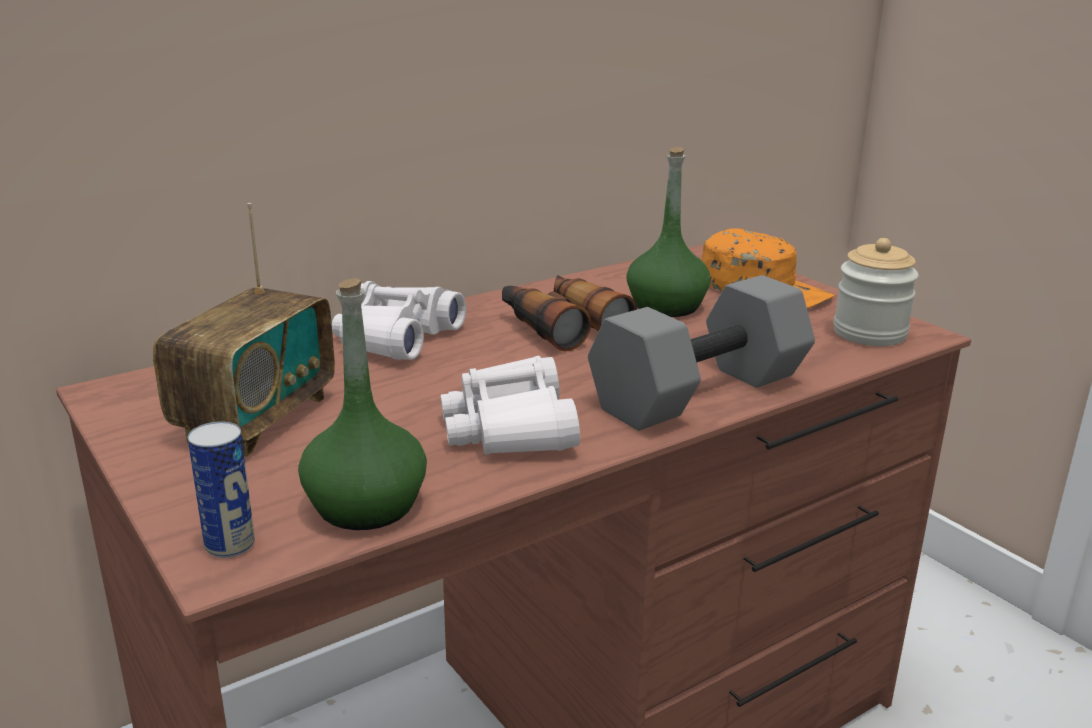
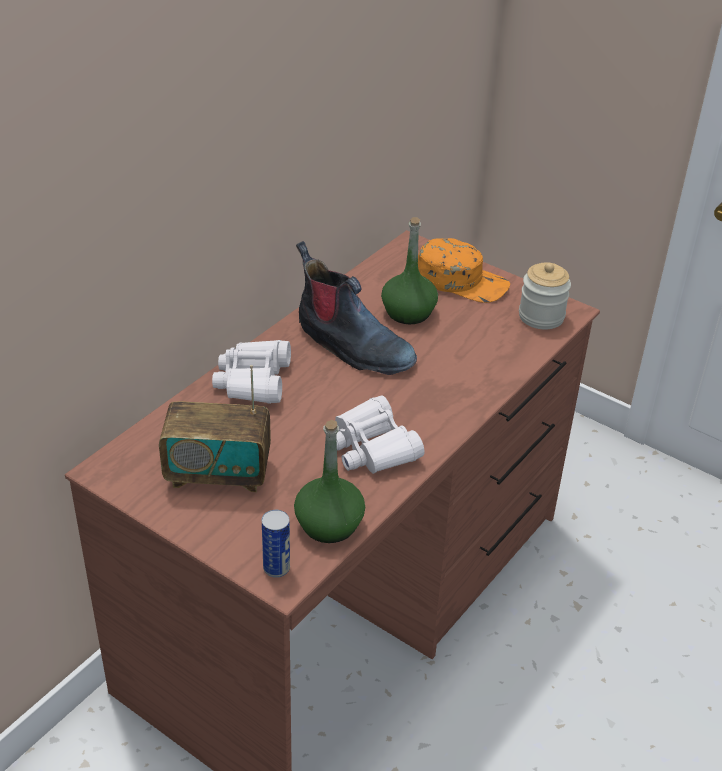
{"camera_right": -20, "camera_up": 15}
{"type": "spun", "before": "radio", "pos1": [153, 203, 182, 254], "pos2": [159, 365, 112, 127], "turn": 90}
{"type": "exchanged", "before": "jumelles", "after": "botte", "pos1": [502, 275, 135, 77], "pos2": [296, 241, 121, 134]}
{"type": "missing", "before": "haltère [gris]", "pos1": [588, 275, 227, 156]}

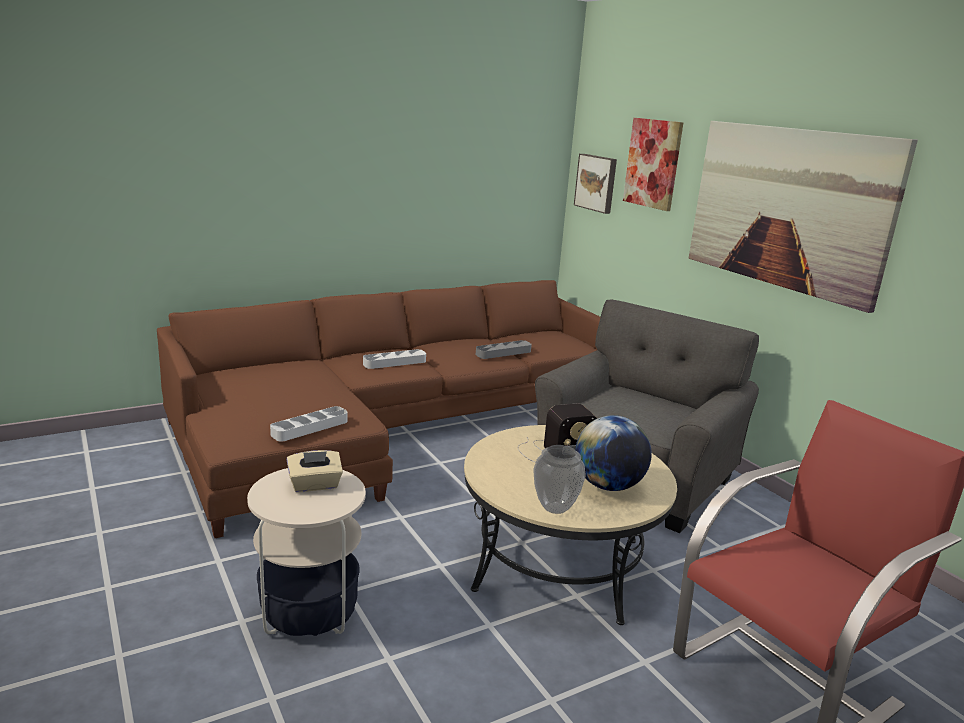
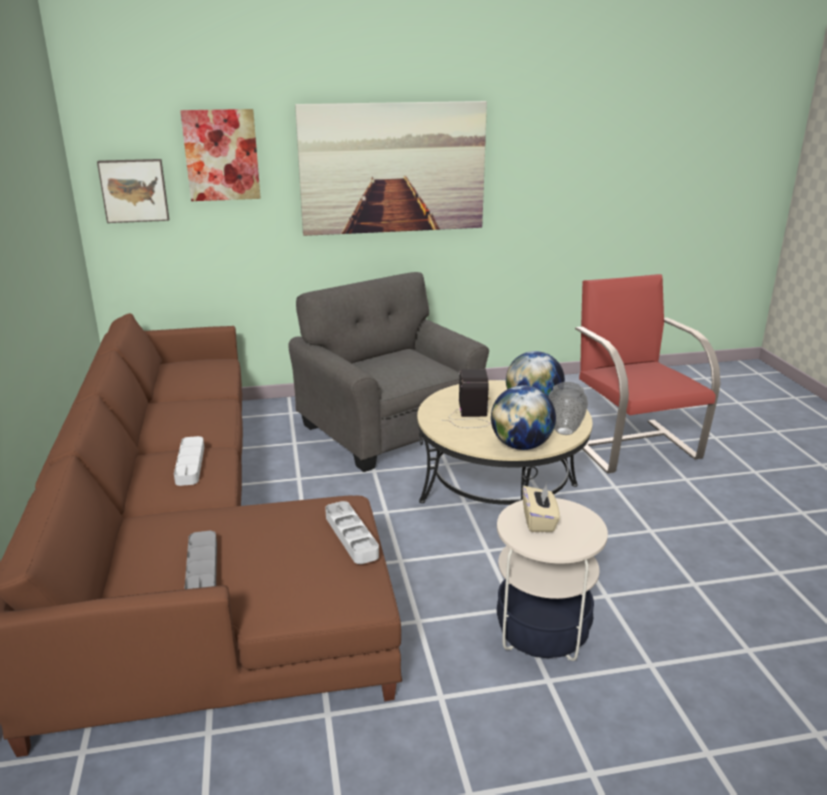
{"camera_right": -70, "camera_up": 5}
{"type": "relocated", "before": "plateau [gris]", "pos1": [476, 340, 56, 19], "pos2": [184, 531, 33, 58]}
{"type": "appeared", "after": "globe", "pos2": [491, 385, 65, 65]}

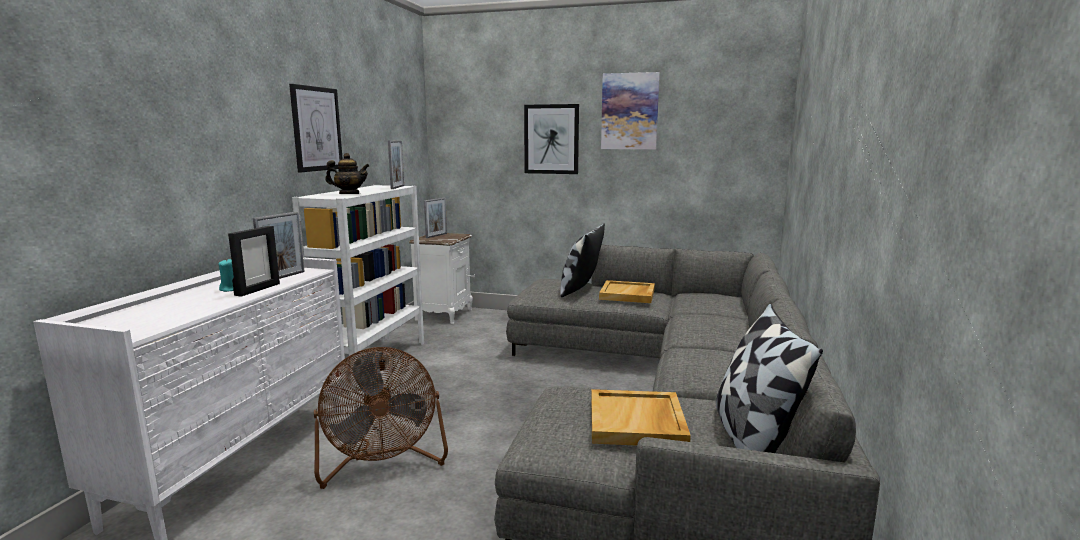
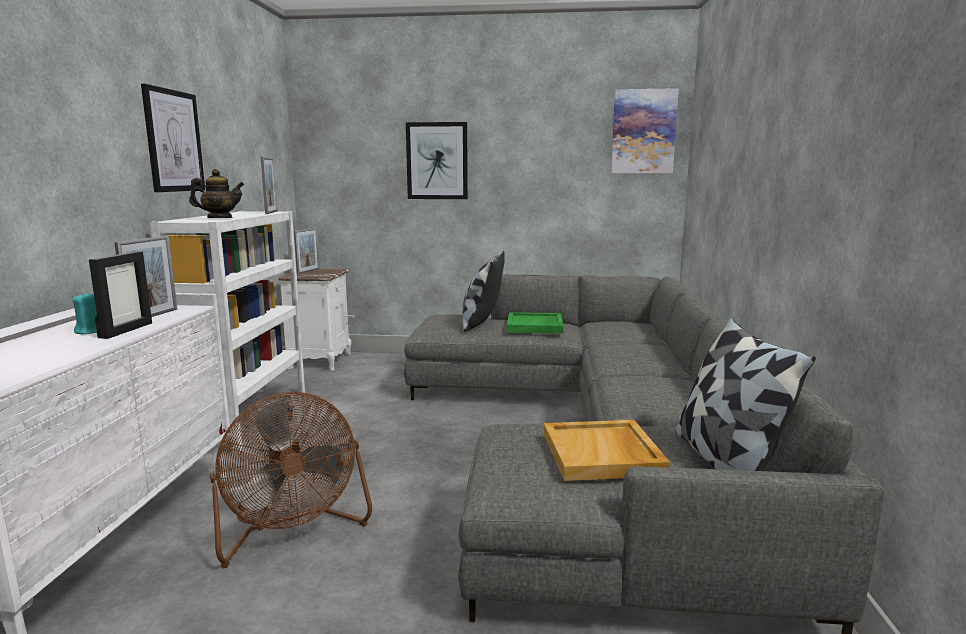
{"camera_right": -10, "camera_up": 0}
{"type": "relocated", "before": "tableau", "pos1": [601, 72, 59, 77], "pos2": [611, 88, 68, 85]}
{"type": "colour", "before": "plateau [beige]", "after": "plateau [vert]", "pos1": [599, 280, 56, 23], "pos2": [507, 312, 57, 22]}

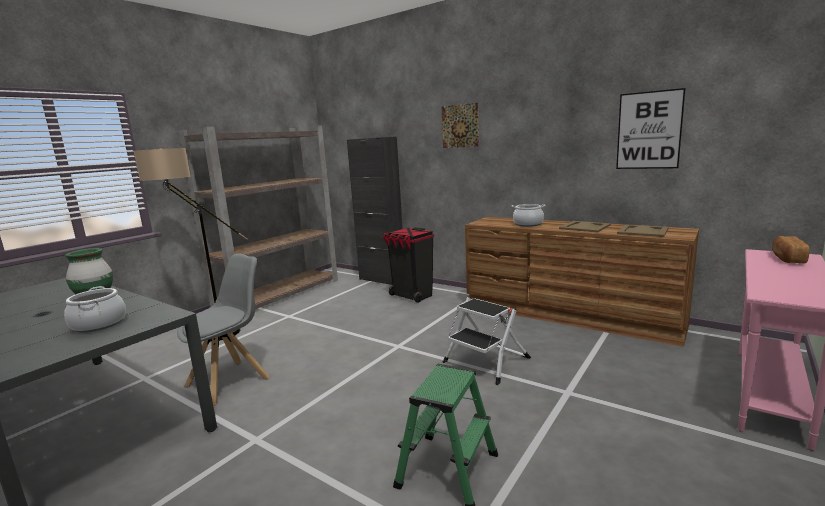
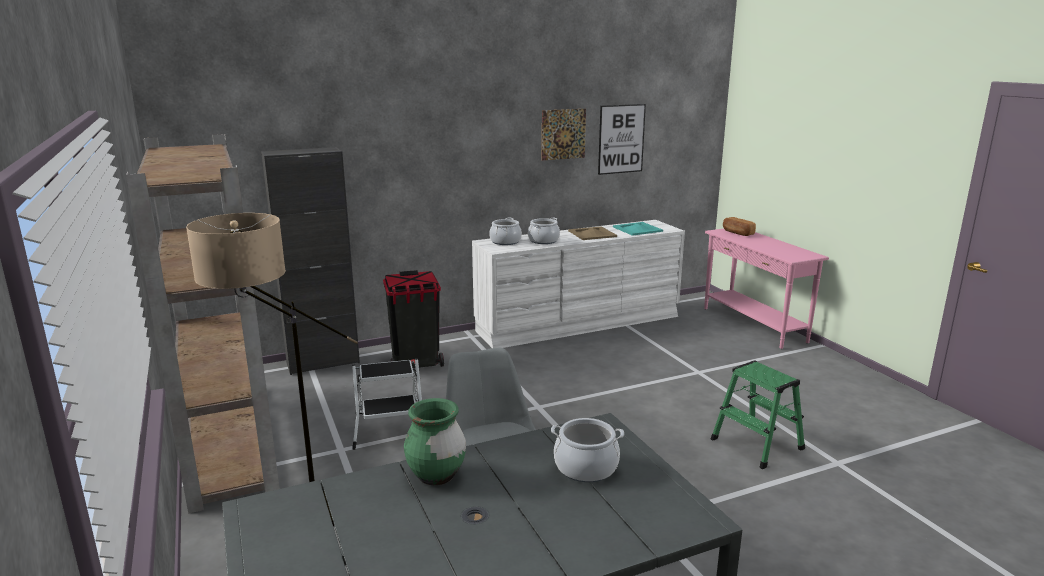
{"camera_right": -60, "camera_up": 5}
{"type": "relocated", "before": "tableau", "pos1": [442, 103, 37, 45], "pos2": [542, 109, 44, 52]}
{"type": "colour", "before": "commode [marron]", "after": "commode [blanc]", "pos1": [465, 217, 234, 130], "pos2": [472, 220, 213, 128]}
{"type": "colour", "before": "plateau [beige]", "after": "plateau [turquoise]", "pos1": [617, 224, 52, 13], "pos2": [613, 222, 50, 14]}
{"type": "relocated", "before": "escabeau", "pos1": [443, 296, 88, 89], "pos2": [352, 358, 70, 92]}
{"type": "appeared", "after": "marmite", "pos2": [489, 218, 33, 27]}

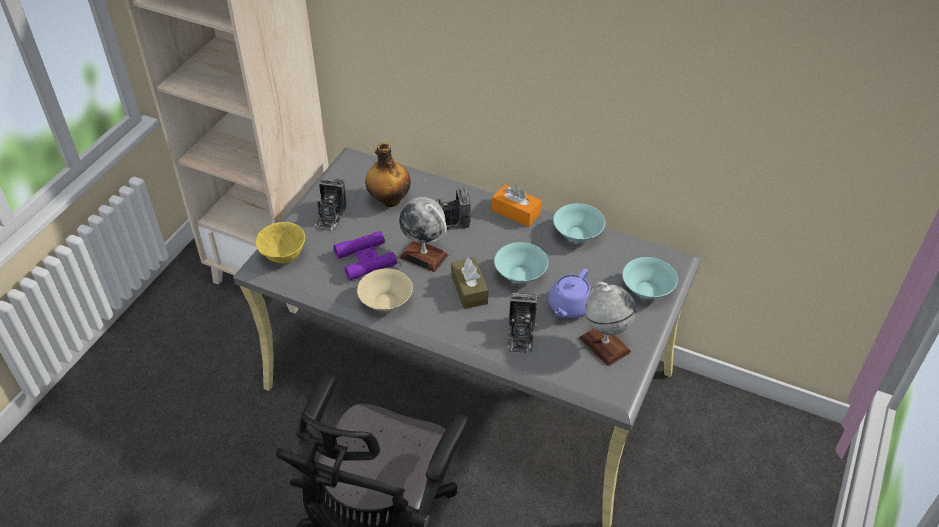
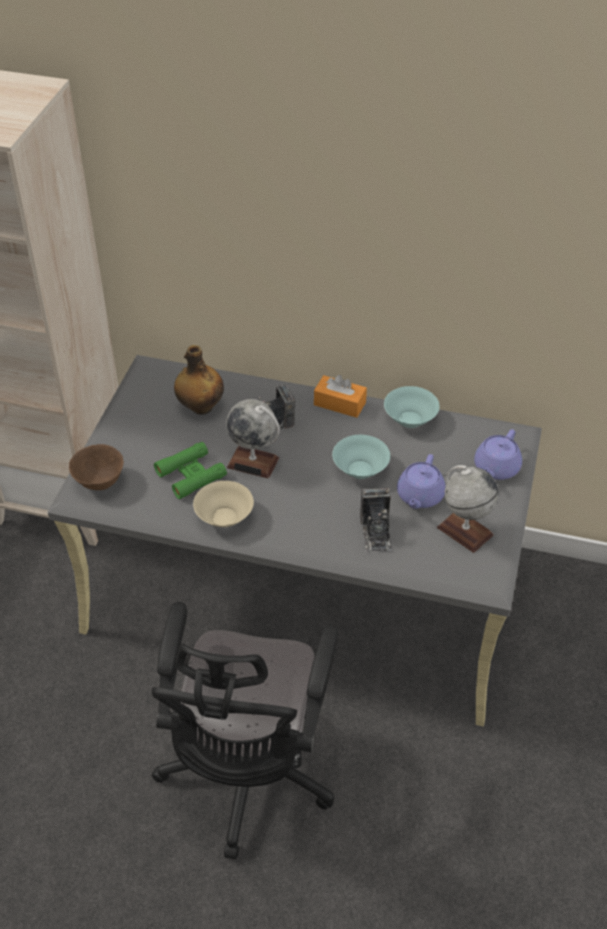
{"camera_right": -10, "camera_up": 0}
{"type": "missing", "before": "appareil photo", "pos1": [313, 178, 33, 54]}
{"type": "colour", "before": "bol [jaune]", "after": "bol [marron]", "pos1": [256, 222, 49, 41], "pos2": [69, 444, 55, 46]}
{"type": "colour", "before": "jumelles [violet]", "after": "jumelles [vert]", "pos1": [334, 231, 63, 50], "pos2": [154, 442, 73, 57]}
{"type": "missing", "before": "boîte à mouchoirs [marron]", "pos1": [451, 257, 37, 52]}
{"type": "exchanged", "before": "bol [turquoise]", "after": "théière [violet]", "pos1": [622, 257, 56, 42], "pos2": [474, 429, 48, 51]}

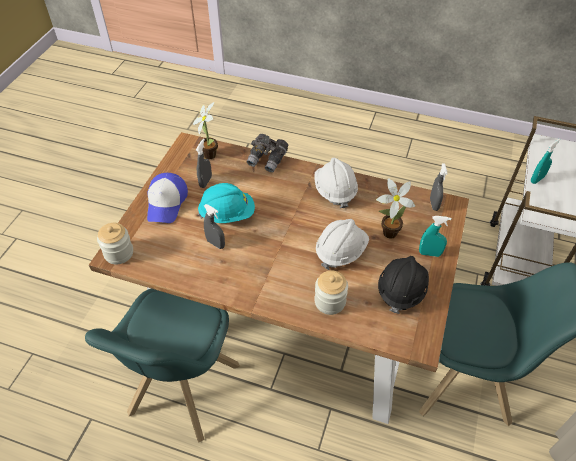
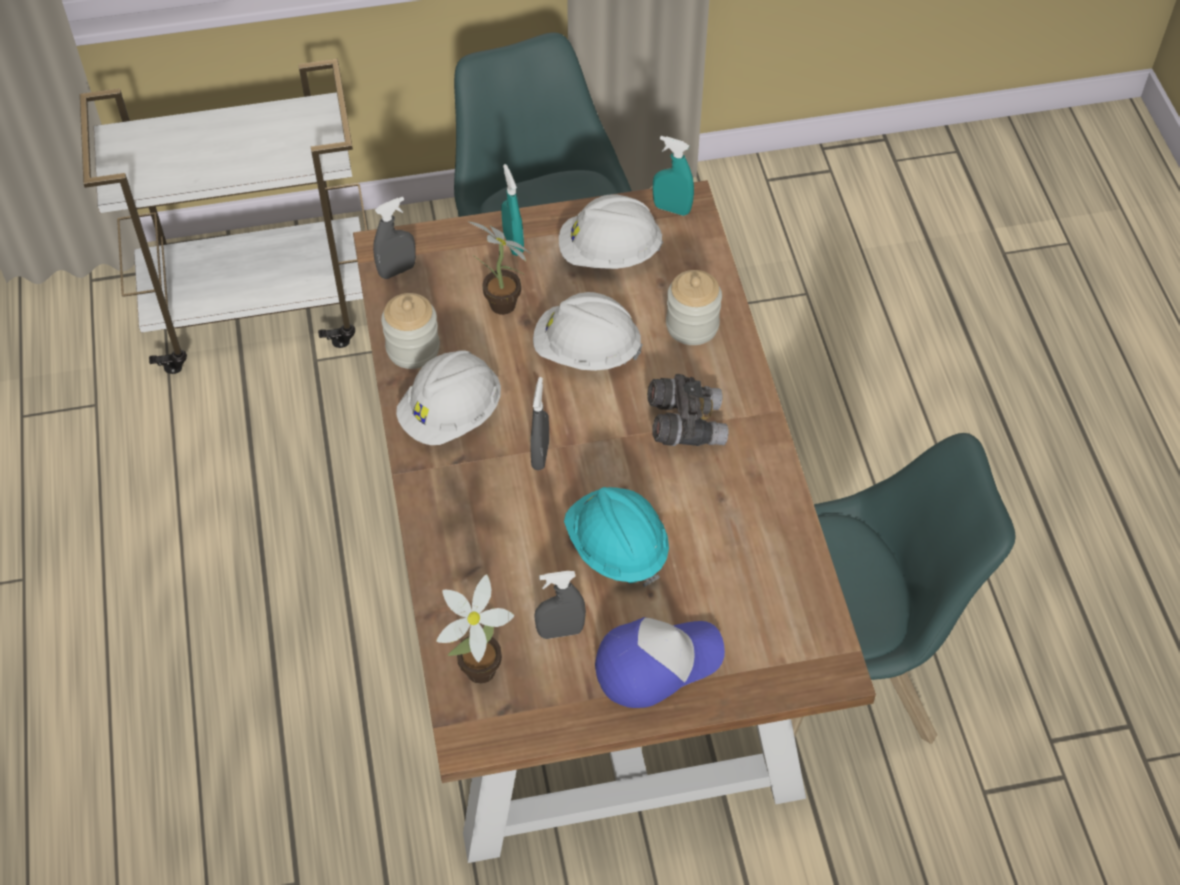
{"camera_right": -120, "camera_up": 5}
{"type": "relocated", "before": "jumelles [gris]", "pos1": [246, 134, 42, 39], "pos2": [647, 374, 82, 72]}
{"type": "relocated", "before": "vaporisateur [turquoise]", "pos1": [531, 139, 29, 45], "pos2": [653, 136, 41, 80]}
{"type": "relocated", "before": "vaporisateur [gris]", "pos1": [204, 204, 21, 45], "pos2": [530, 377, 19, 93]}
{"type": "relocated", "before": "bocal", "pos1": [97, 223, 36, 42], "pos2": [381, 293, 59, 76]}
{"type": "colour", "before": "casque de chantier [noir]", "after": "casque de chantier [blanc]", "pos1": [378, 256, 51, 58], "pos2": [559, 194, 104, 75]}

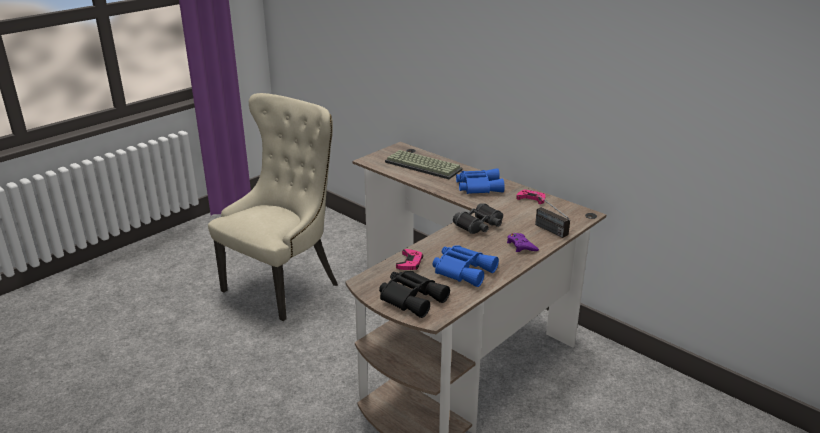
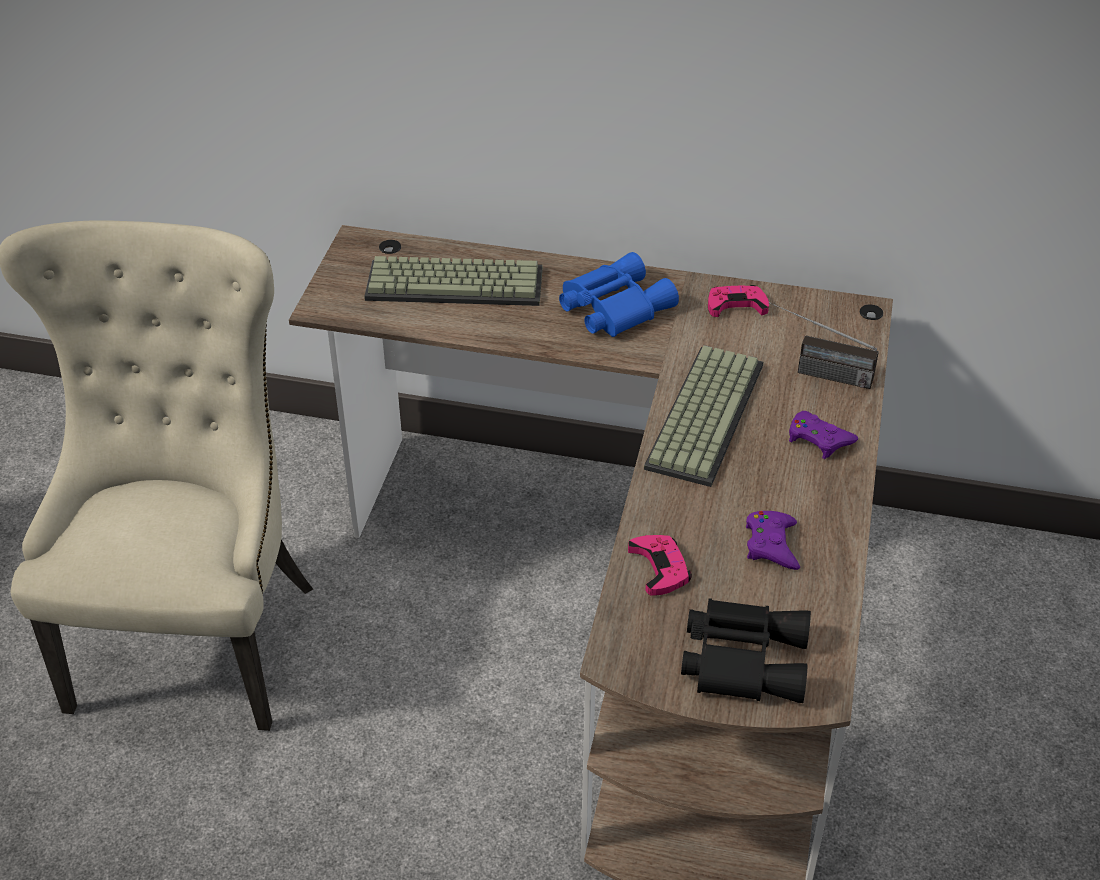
{"camera_right": -30, "camera_up": 15}
{"type": "exchanged", "before": "jumelles [noir]", "after": "clavier", "pos1": [453, 203, 50, 31], "pos2": [644, 345, 119, 142]}
{"type": "exchanged", "before": "jumelles [bleu]", "after": "manette [violet]", "pos1": [433, 245, 66, 42], "pos2": [746, 511, 54, 59]}

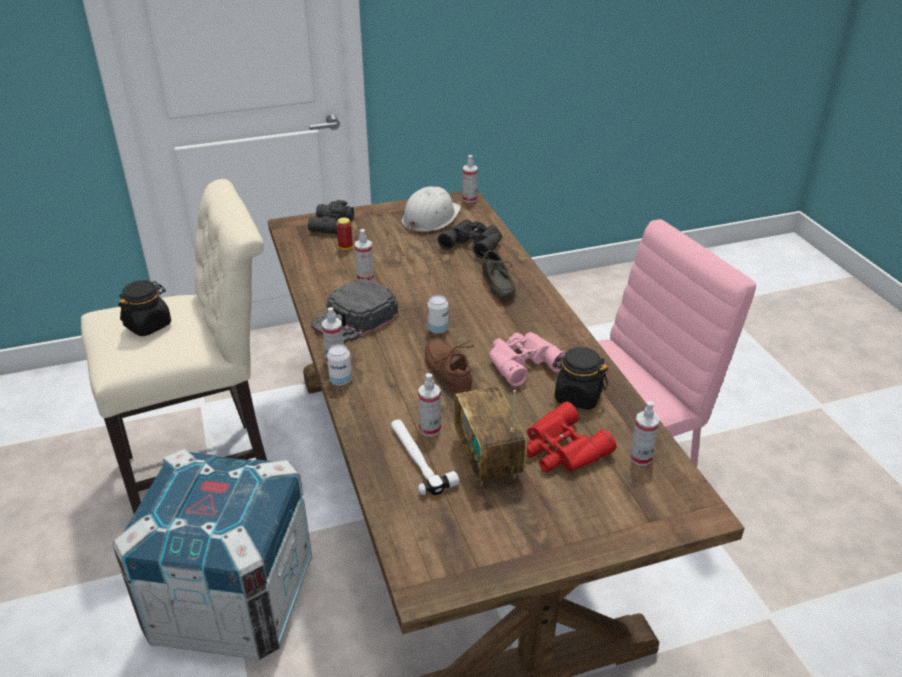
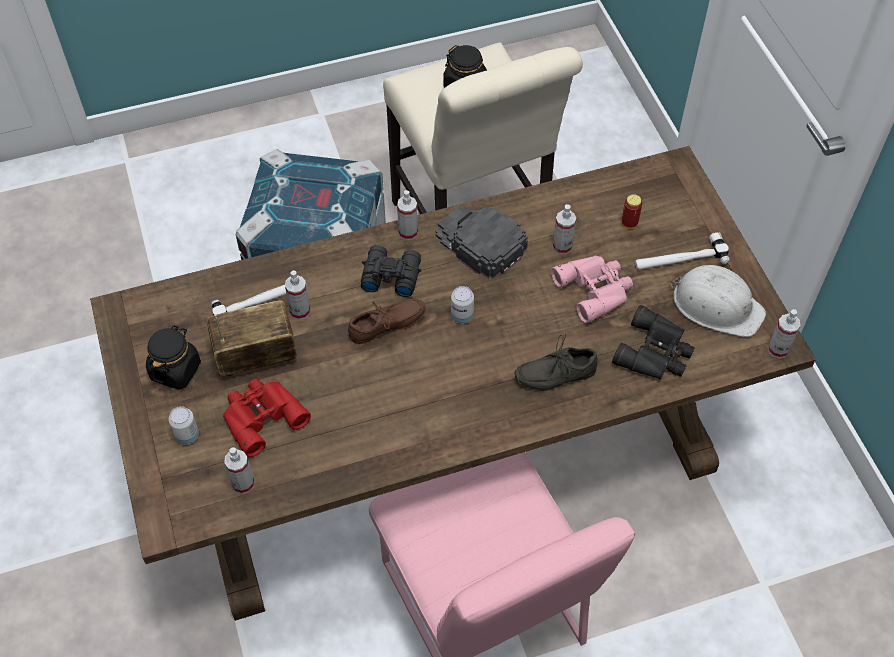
{"camera_right": 90, "camera_up": 20}
{"type": "relocated", "before": "jumelles [noir]", "pos1": [308, 200, 46, 34], "pos2": [361, 245, 61, 52]}
{"type": "relocated", "before": "jumelles [rose]", "pos1": [489, 332, 76, 55], "pos2": [551, 256, 82, 67]}
{"type": "relocated", "before": "boîte métallique", "pos1": [327, 344, 25, 42], "pos2": [168, 406, 31, 39]}
{"type": "relocated", "before": "bocal [noir]", "pos1": [553, 347, 55, 62], "pos2": [146, 325, 55, 65]}
{"type": "appeared", "after": "marteau", "pos2": [635, 232, 94, 38]}

